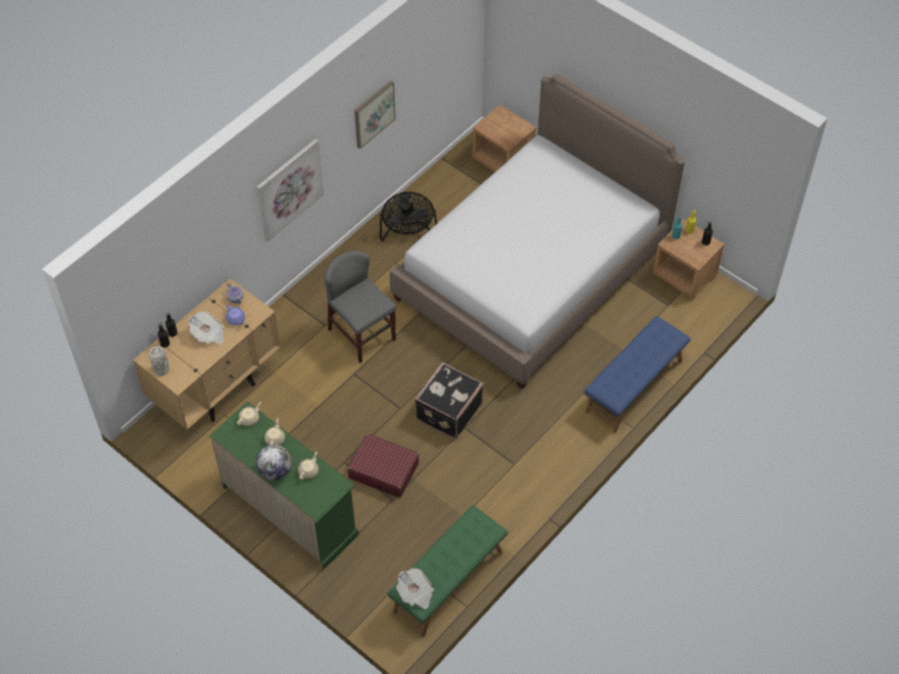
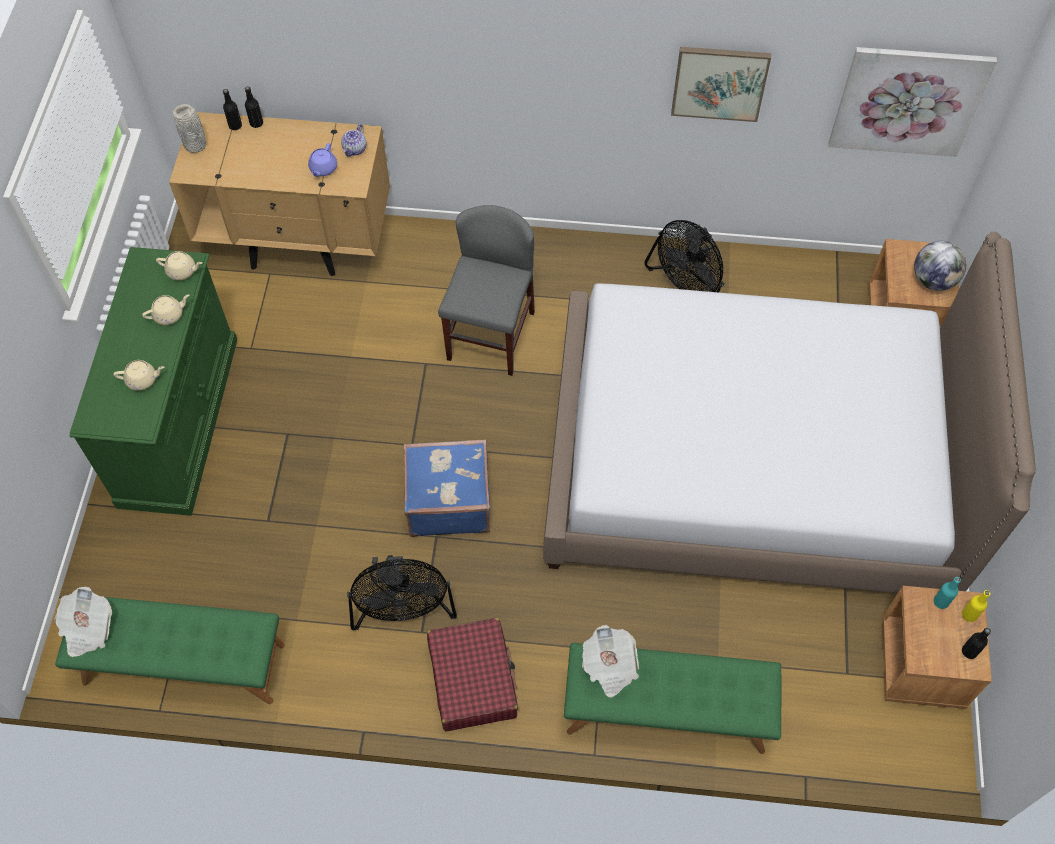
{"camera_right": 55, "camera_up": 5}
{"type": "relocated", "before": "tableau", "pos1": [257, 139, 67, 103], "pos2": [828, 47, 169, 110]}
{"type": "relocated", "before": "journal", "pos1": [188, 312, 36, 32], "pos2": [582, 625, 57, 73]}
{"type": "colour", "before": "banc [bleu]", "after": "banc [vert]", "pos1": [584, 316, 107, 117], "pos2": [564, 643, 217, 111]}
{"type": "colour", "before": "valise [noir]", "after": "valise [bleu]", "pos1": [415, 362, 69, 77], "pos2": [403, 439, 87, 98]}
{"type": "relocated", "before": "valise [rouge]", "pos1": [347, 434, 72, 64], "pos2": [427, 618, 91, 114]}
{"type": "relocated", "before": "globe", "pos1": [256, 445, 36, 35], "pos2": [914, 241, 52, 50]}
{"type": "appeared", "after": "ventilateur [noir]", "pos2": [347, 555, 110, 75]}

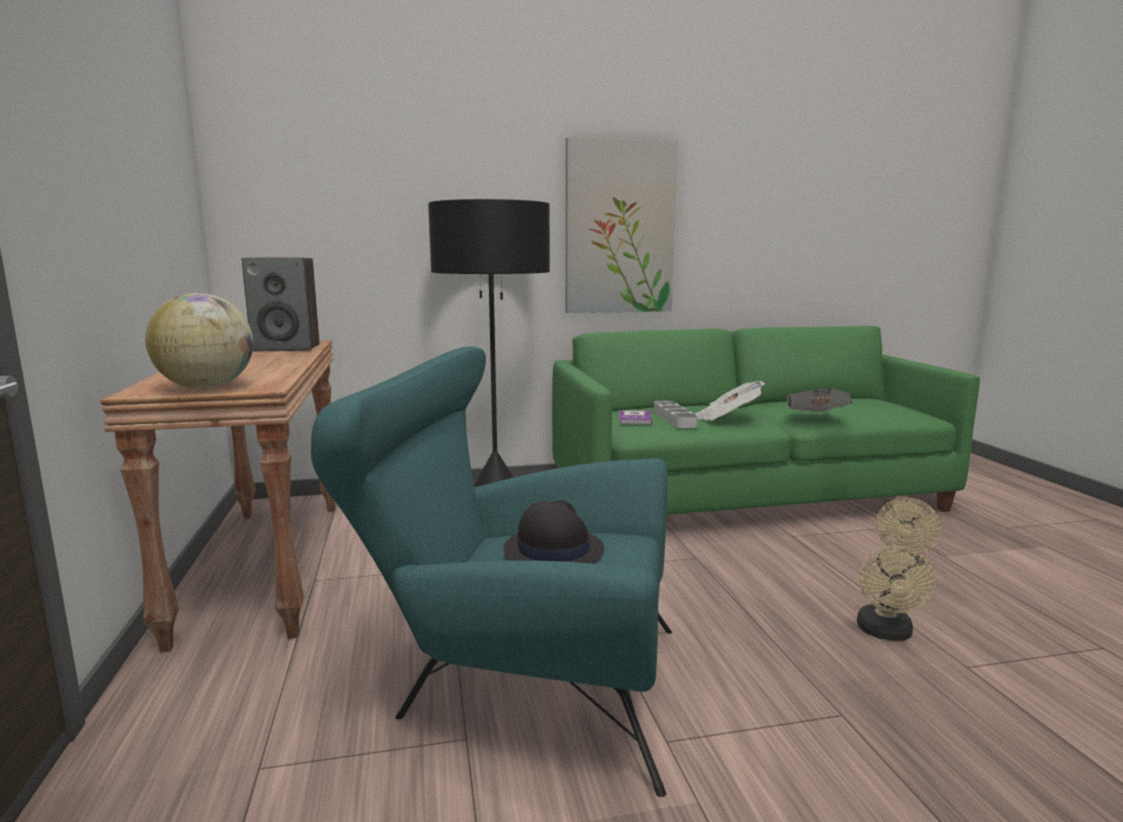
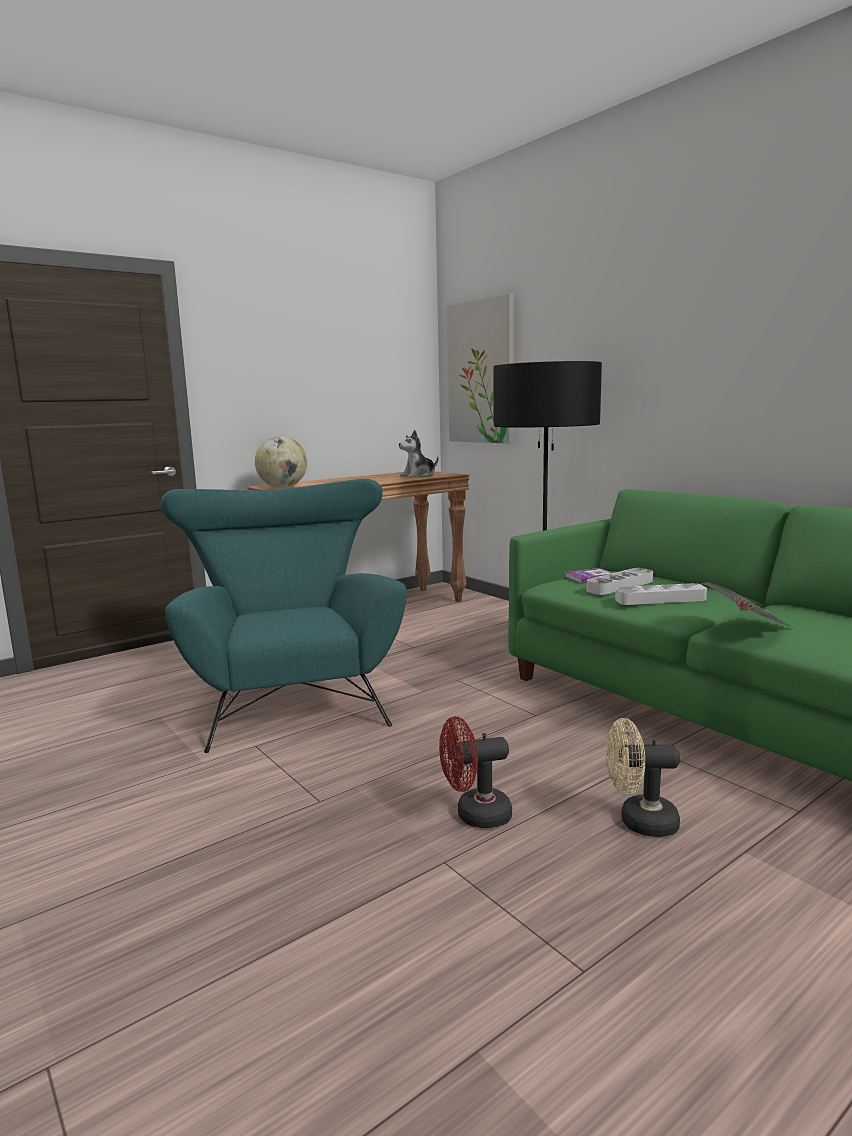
{"camera_right": 65, "camera_up": 0}
{"type": "relocated", "before": "tableau", "pos1": [566, 137, 112, 176], "pos2": [447, 293, 67, 151]}
{"type": "exchanged", "before": "enceinte", "after": "peluche", "pos1": [242, 257, 77, 94], "pos2": [399, 430, 40, 48]}
{"type": "exchanged", "before": "journal", "after": "plateau [gris]", "pos1": [695, 381, 70, 40], "pos2": [615, 583, 92, 22]}
{"type": "missing", "before": "chapeau [noir]", "pos1": [503, 500, 101, 64]}
{"type": "colour", "before": "ventilateur [beige]", "after": "ventilateur [rouge]", "pos1": [857, 546, 79, 95], "pos2": [439, 716, 73, 112]}

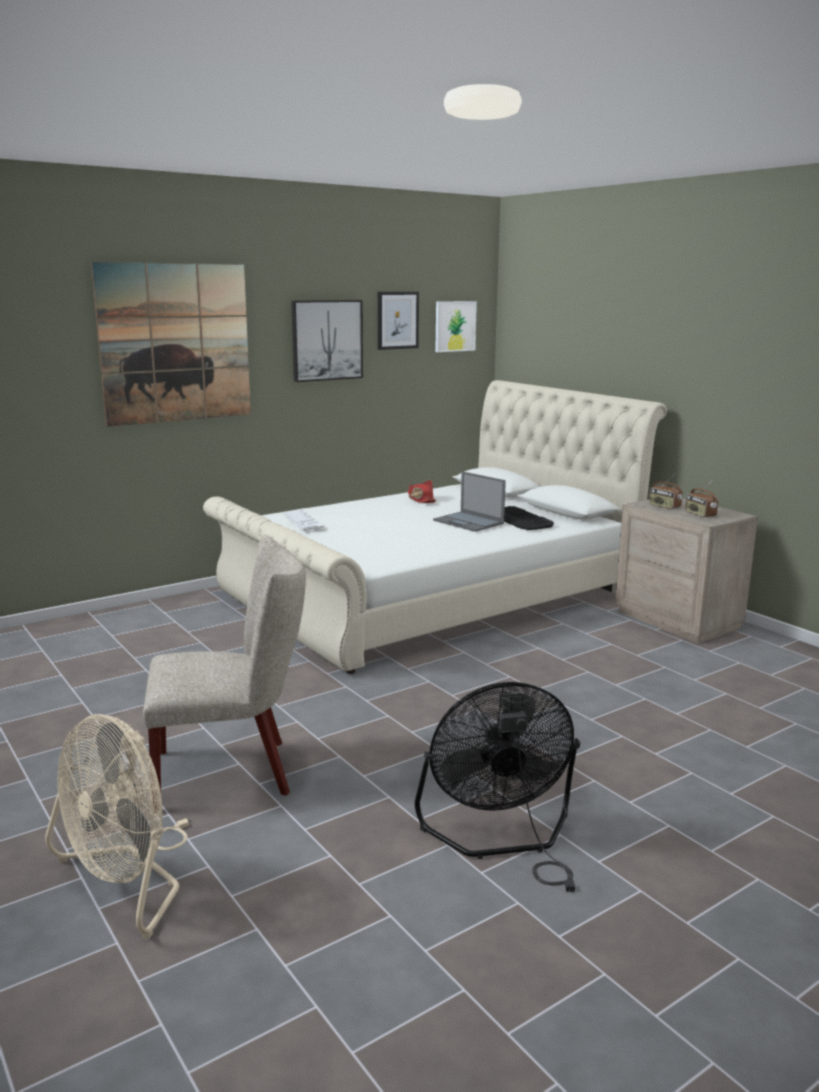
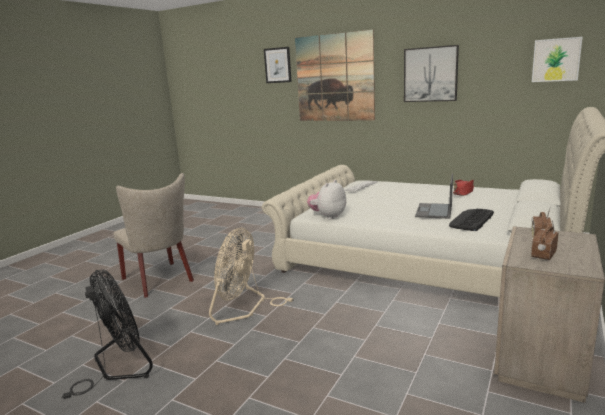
{"camera_right": 65, "camera_up": 0}
{"type": "relocated", "before": "tableau", "pos1": [378, 292, 41, 58], "pos2": [264, 47, 28, 36]}
{"type": "relocated", "before": "ventilateur [beige]", "pos1": [45, 714, 146, 226], "pos2": [209, 228, 84, 97]}
{"type": "appeared", "after": "peluche", "pos2": [307, 180, 39, 39]}

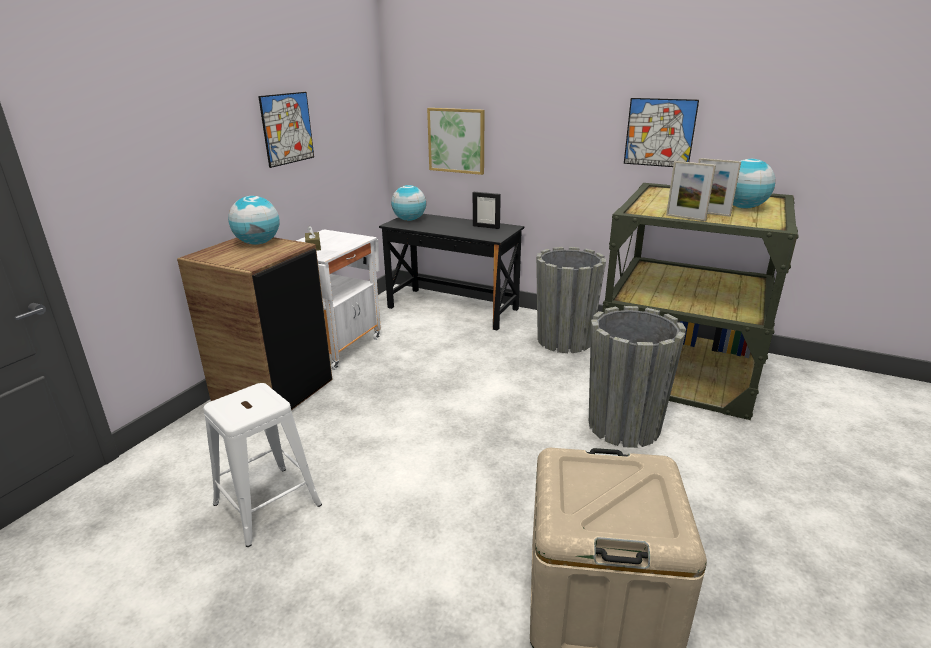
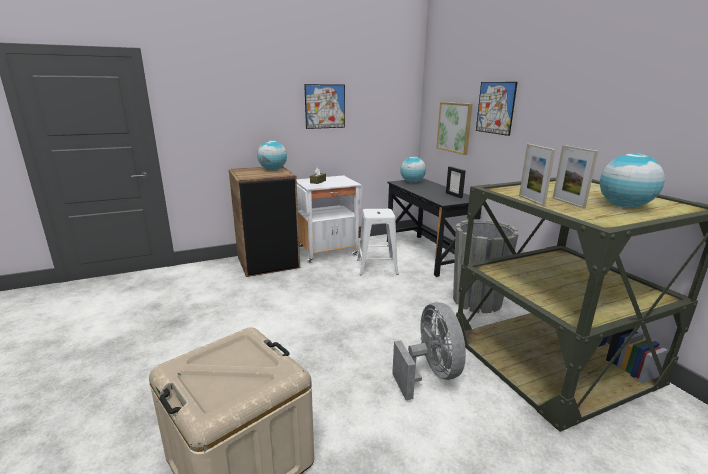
{"camera_right": 40, "camera_up": -5}
{"type": "relocated", "before": "tableau", "pos1": [624, 98, 75, 69], "pos2": [476, 82, 41, 54]}
{"type": "exchanged", "before": "cache-pot [gris]", "after": "ventilateur [gris]", "pos1": [589, 306, 97, 142], "pos2": [392, 302, 74, 98]}
{"type": "relocated", "before": "tabouret [blanc]", "pos1": [203, 383, 119, 164], "pos2": [357, 209, 42, 66]}

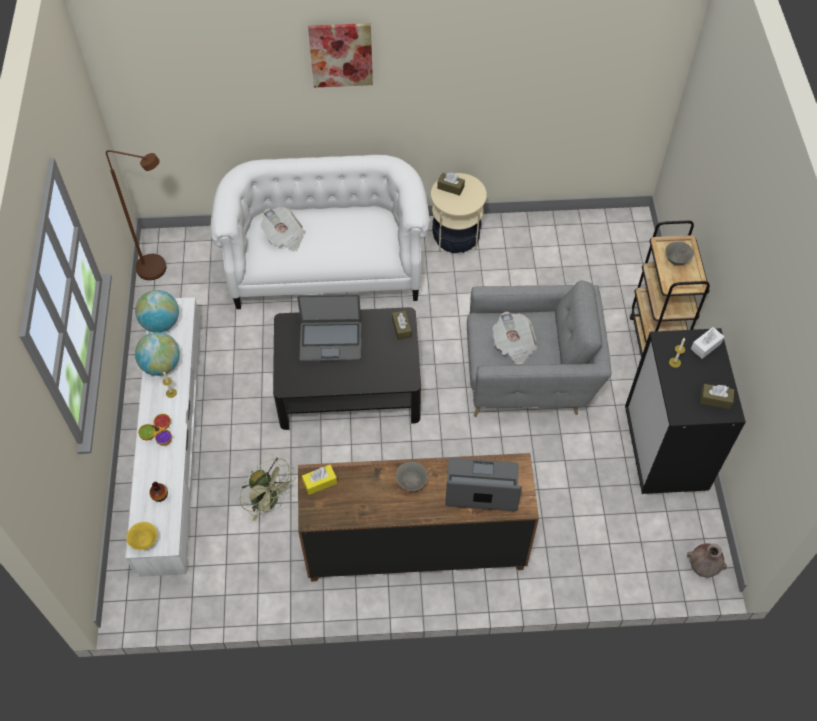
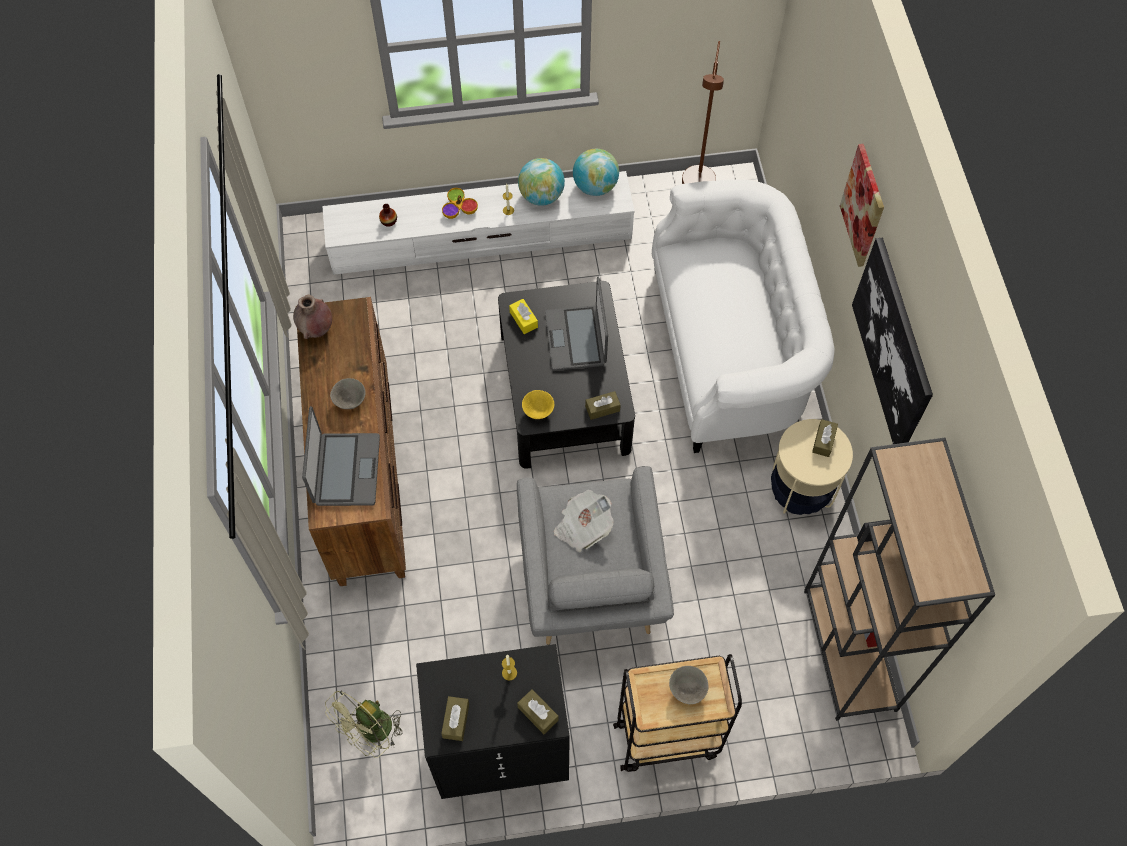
{"camera_right": 85, "camera_up": 5}
{"type": "missing", "before": "journal", "pos1": [261, 207, 45, 45]}
{"type": "colour", "before": "boîte à mouchoirs [blanc]", "after": "boîte à mouchoirs [marron]", "pos1": [691, 327, 34, 32], "pos2": [517, 689, 42, 45]}
{"type": "relocated", "before": "ventilateur [vert]", "pos1": [240, 458, 56, 63], "pos2": [325, 691, 77, 67]}
{"type": "relocated", "before": "boîte à mouchoirs [jaune]", "pos1": [302, 465, 35, 30], "pos2": [509, 299, 29, 35]}
{"type": "relocated", "before": "bol [jaune]", "pos1": [126, 522, 31, 28], "pos2": [522, 390, 32, 29]}
{"type": "relocated", "before": "vase [marron]", "pos1": [687, 543, 40, 34], "pos2": [293, 294, 39, 45]}
{"type": "appeared", "after": "tableau", "pos2": [852, 238, 81, 206]}
{"type": "appeared", "after": "bibliothèque", "pos2": [804, 438, 191, 283]}

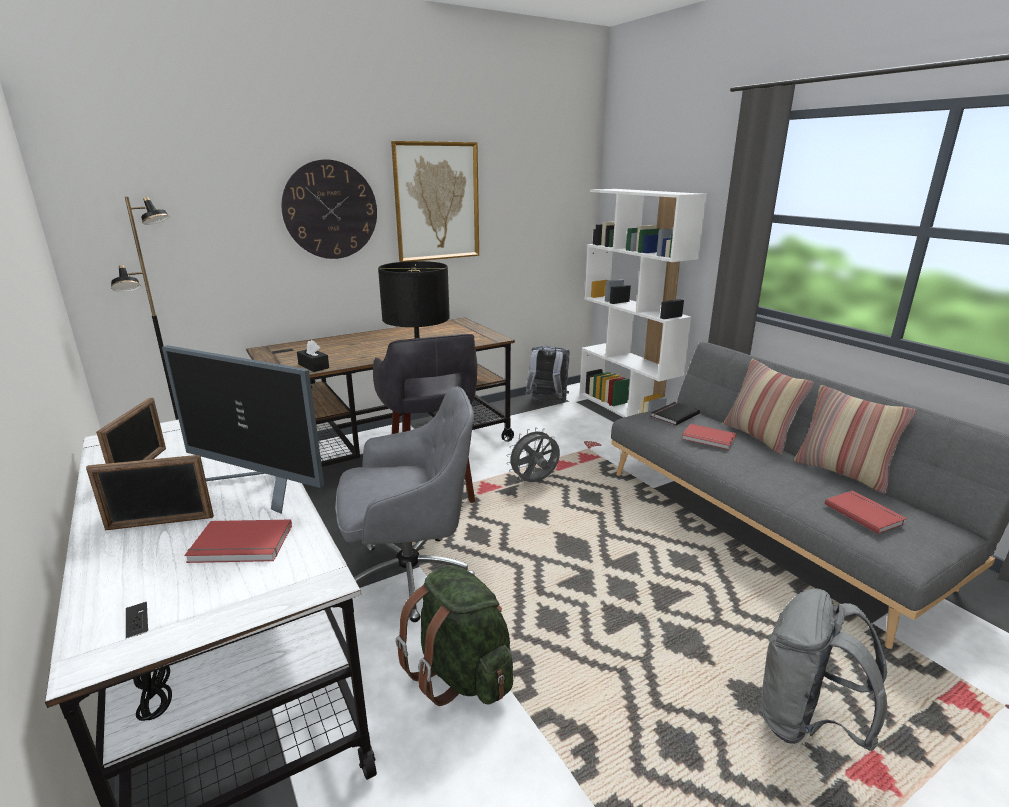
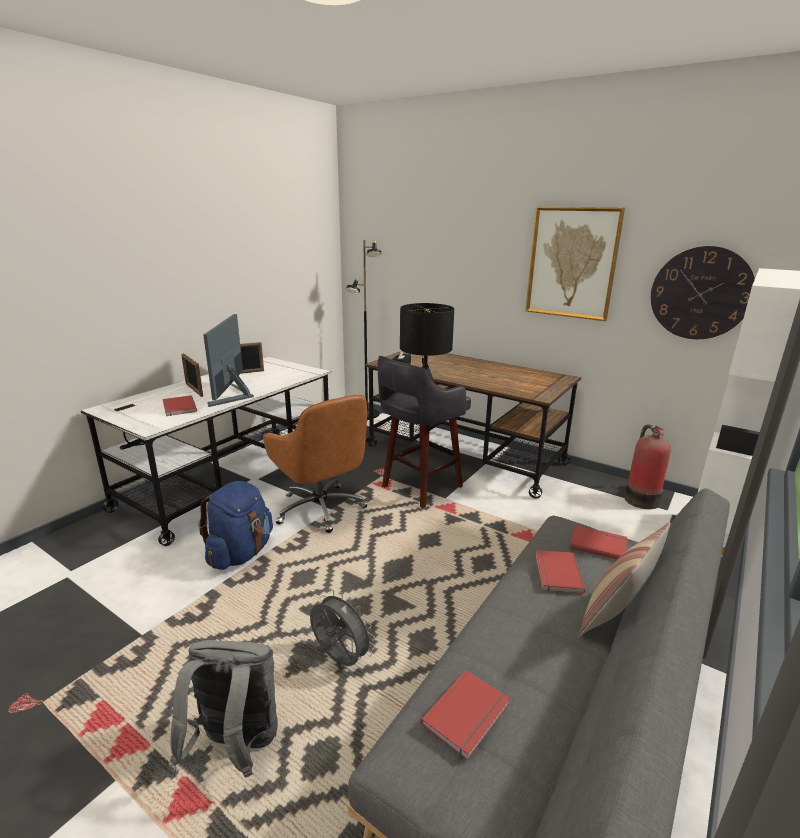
{"camera_right": 65, "camera_up": 0}
{"type": "relocated", "before": "horloge murale", "pos1": [281, 160, 96, 99], "pos2": [651, 246, 104, 93]}
{"type": "exchanged", "before": "sac à dos [gris]", "after": "extincteur", "pos1": [525, 346, 45, 58], "pos2": [624, 424, 47, 85]}
{"type": "missing", "before": "coussin", "pos1": [794, 385, 123, 109]}
{"type": "colour", "before": "chaise de bureau [gris]", "after": "chaise de bureau [marron]", "pos1": [335, 386, 140, 236], "pos2": [263, 395, 104, 138]}
{"type": "colour", "before": "livre [noir]", "after": "livre [rouge]", "pos1": [651, 402, 49, 23], "pos2": [570, 525, 57, 35]}
{"type": "relocated", "before": "ventilateur [gris]", "pos1": [506, 427, 54, 55], "pos2": [310, 590, 65, 76]}
{"type": "colour", "before": "sac à dos [vert]", "after": "sac à dos [bleu]", "pos1": [396, 565, 117, 141], "pos2": [198, 481, 75, 89]}

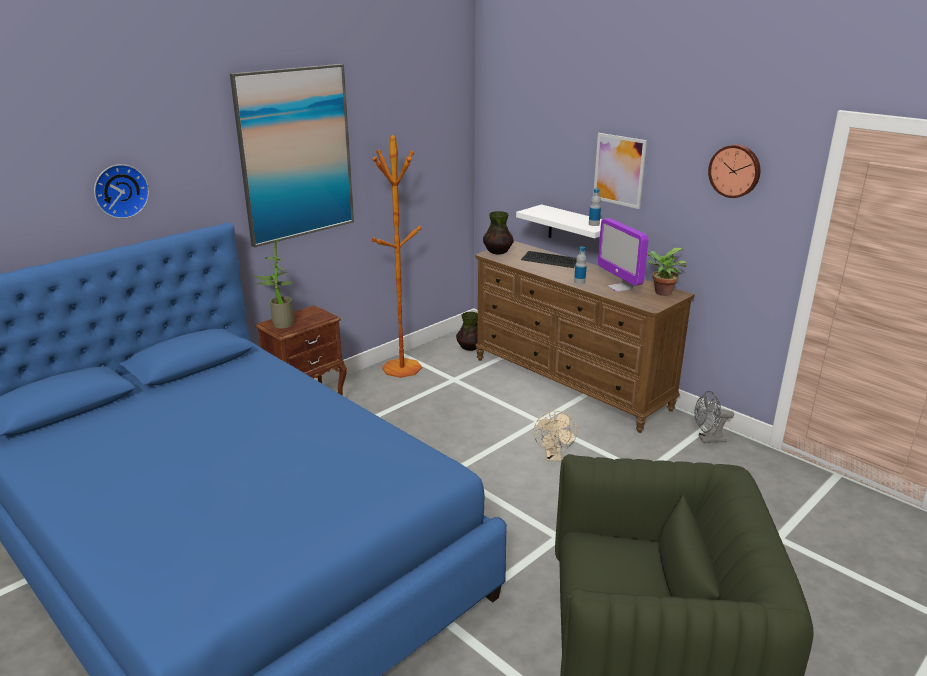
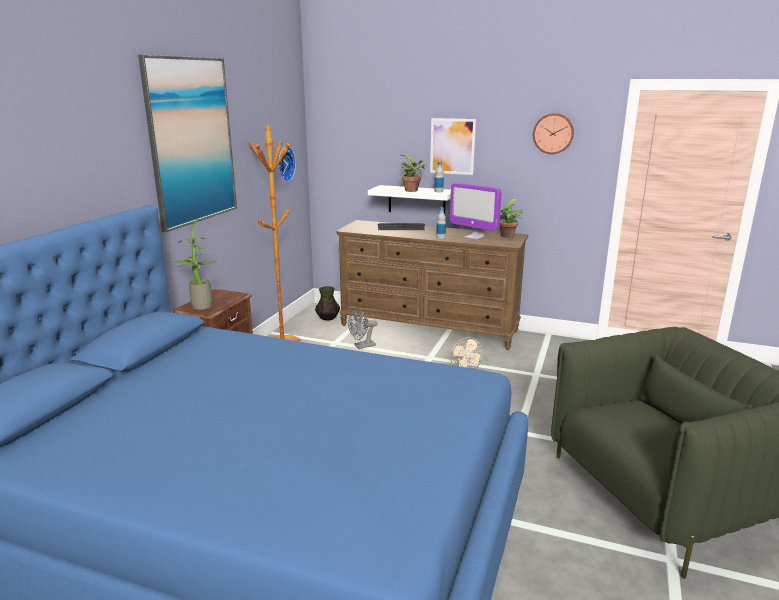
{"camera_right": -25, "camera_up": -5}
{"type": "relocated", "before": "horloge murale", "pos1": [94, 164, 55, 55], "pos2": [278, 147, 18, 35]}
{"type": "missing", "before": "vase", "pos1": [483, 211, 31, 43]}
{"type": "relocated", "before": "ventilateur [gris]", "pos1": [694, 391, 40, 52], "pos2": [348, 307, 30, 42]}
{"type": "appeared", "after": "plante en pot", "pos2": [400, 155, 27, 37]}

